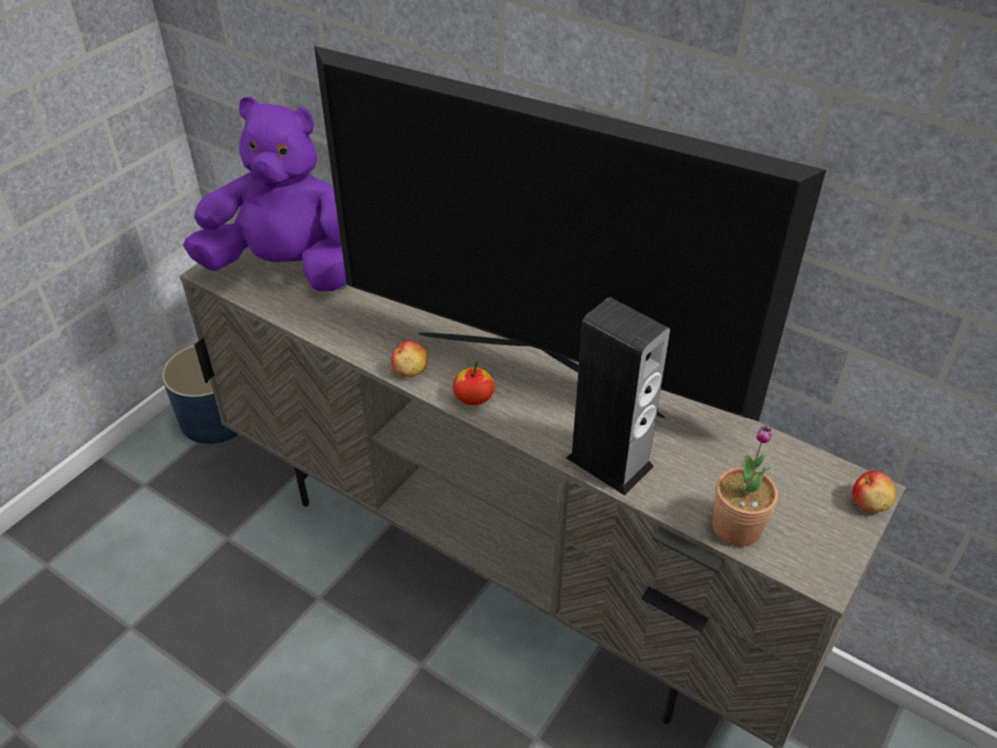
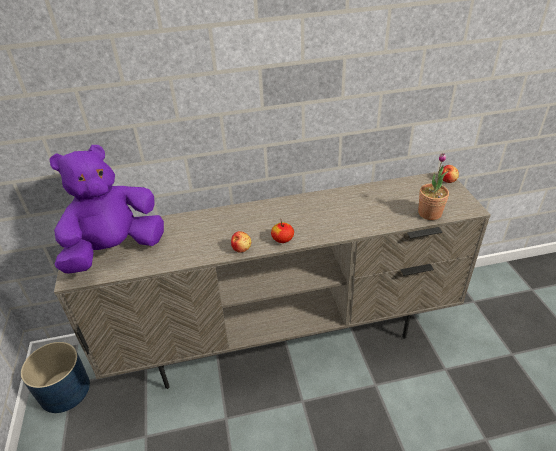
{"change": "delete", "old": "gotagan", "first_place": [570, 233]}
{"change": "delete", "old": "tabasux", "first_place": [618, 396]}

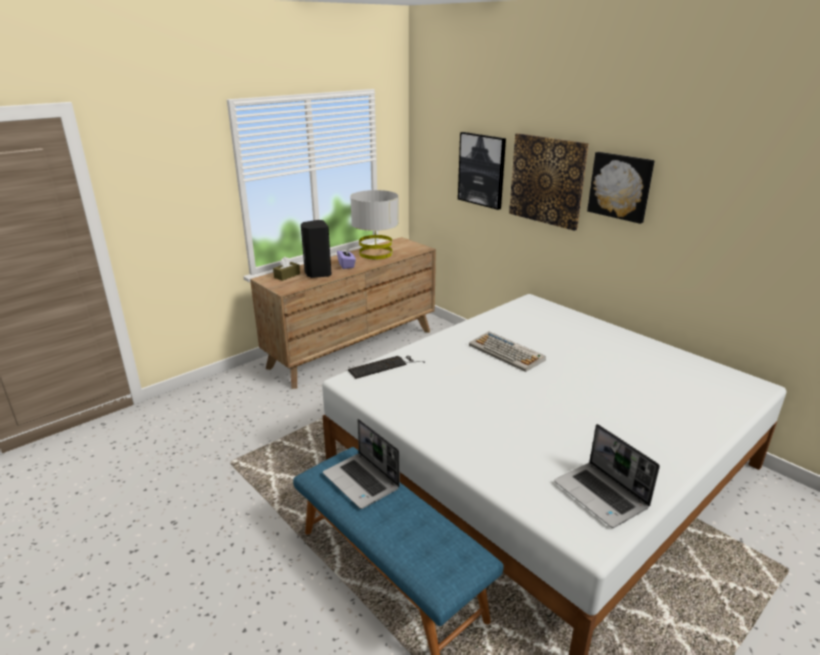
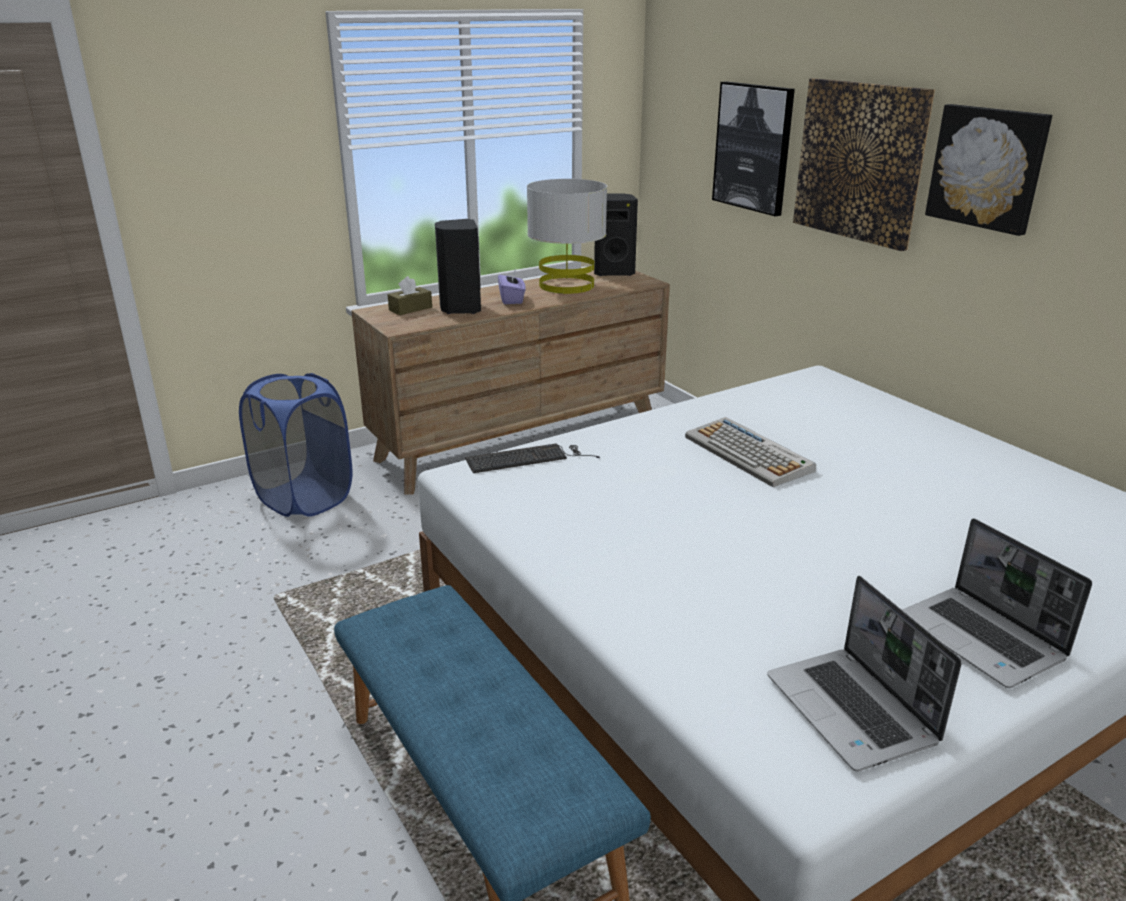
{"change": "insert", "new": "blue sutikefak", "second_place": [296, 445]}
{"change": "insert", "new": "black tabasux", "second_place": [616, 234]}
{"change": "move", "old": "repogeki", "first_place": [361, 464], "second_place": [997, 603]}

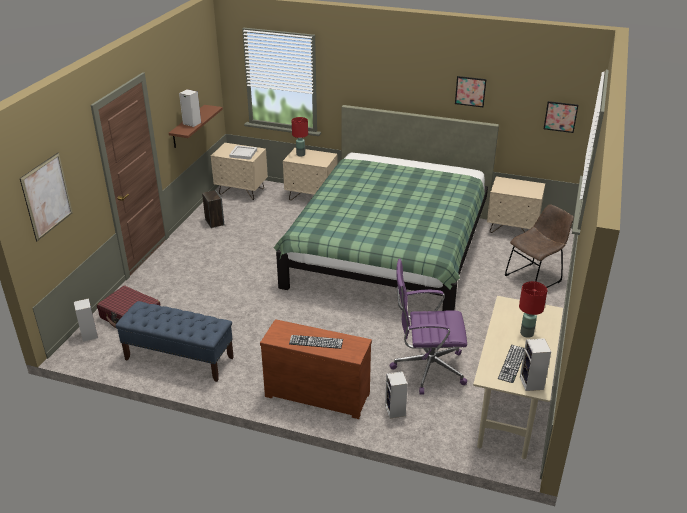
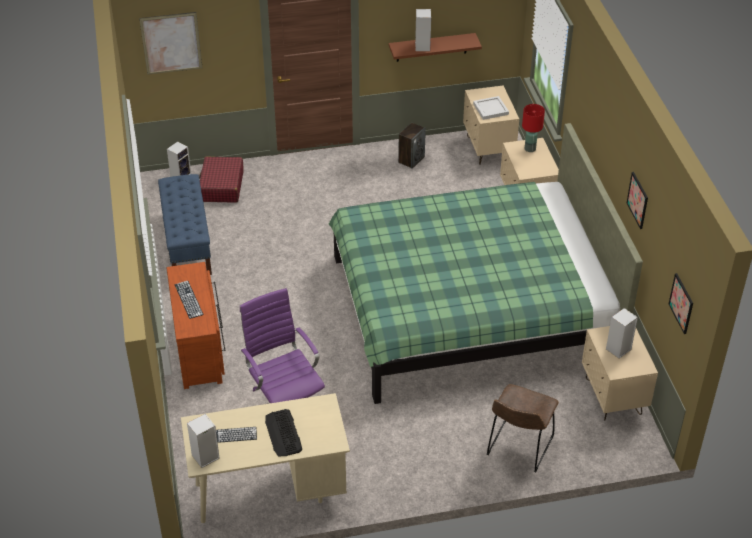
{"change": "replace", "old": "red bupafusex", "new": "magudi", "first_place": [533, 309], "second_place": [283, 432]}
{"change": "rotate", "old": "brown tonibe", "first_place": [539, 246], "second_place": [523, 428], "degrees": 90}
{"change": "move", "old": "tabasux", "first_place": [396, 394], "second_place": [622, 333]}

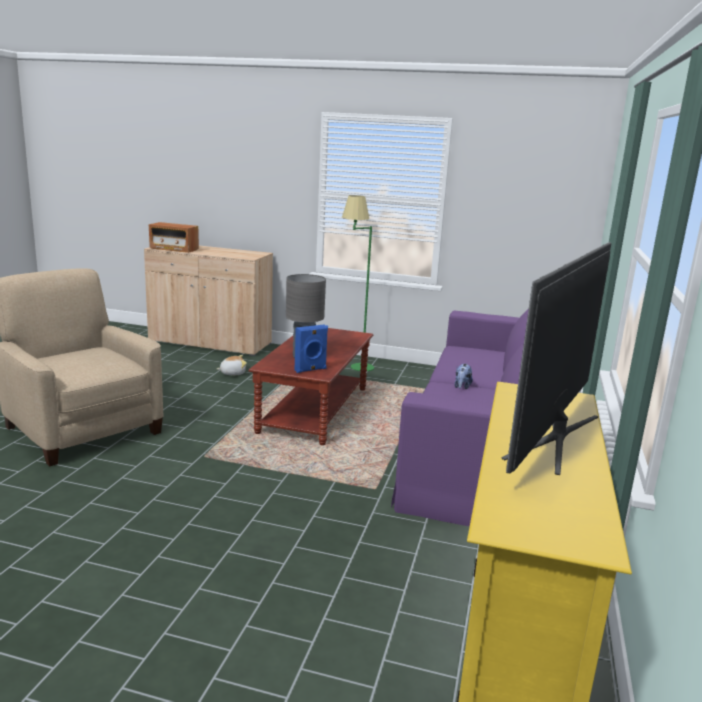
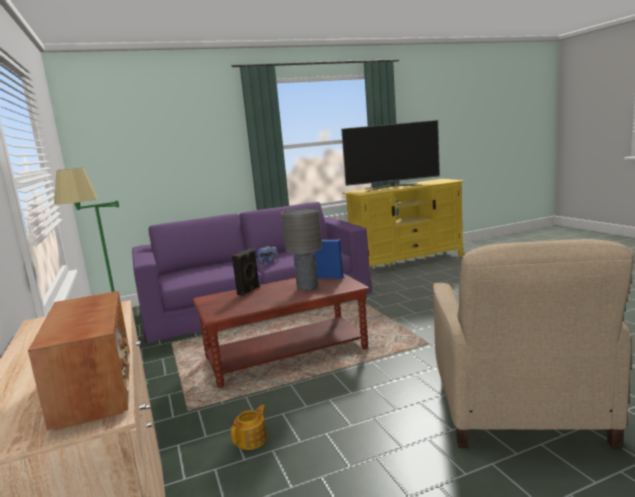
{"change": "replace", "old": "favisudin", "new": "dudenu", "first_place": [232, 365], "second_place": [249, 427]}
{"change": "insert", "new": "black tabasux", "second_place": [246, 272]}

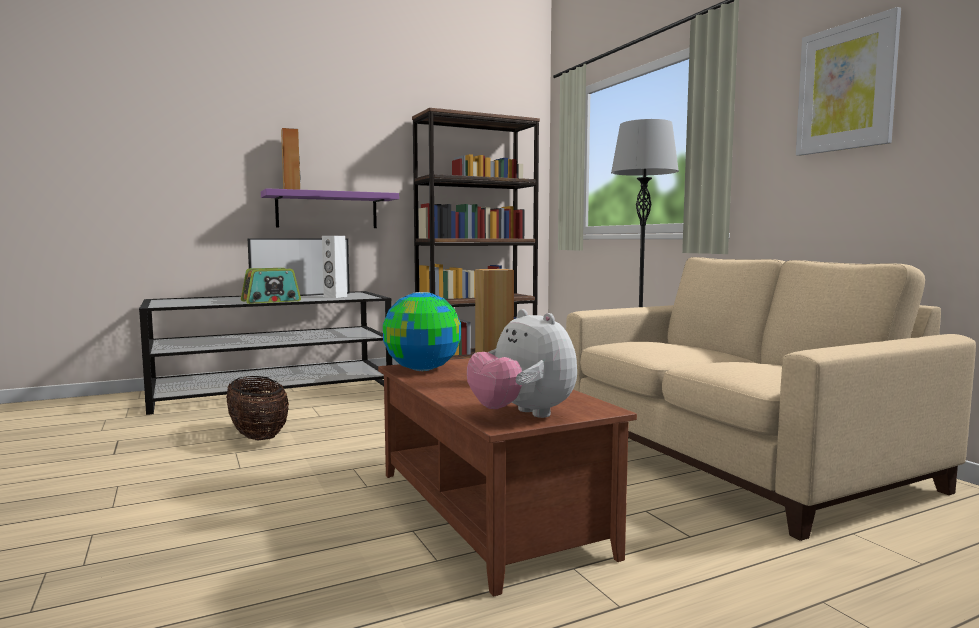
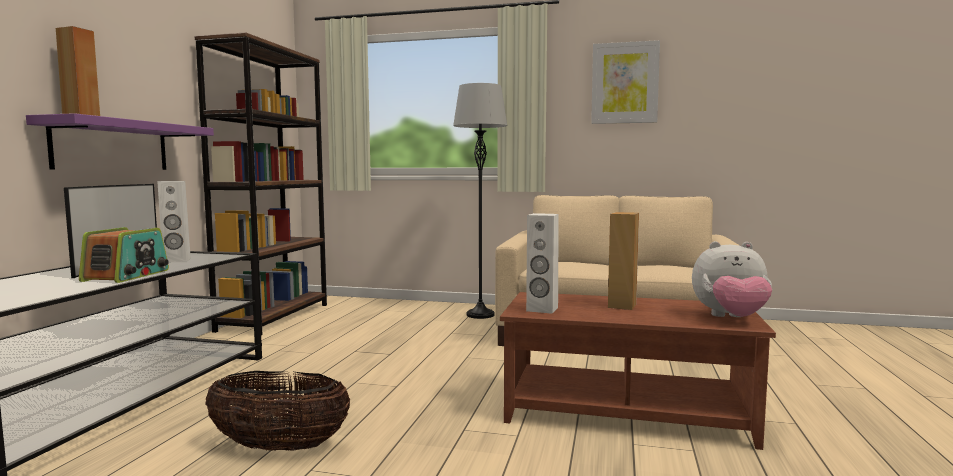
{"change": "replace", "old": "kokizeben", "new": "white tabasux", "first_place": [422, 331], "second_place": [542, 263]}

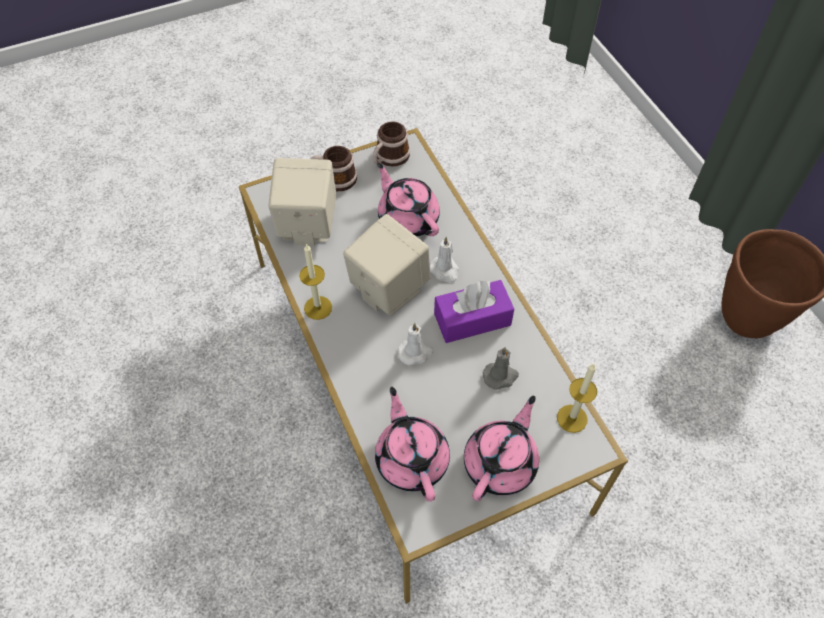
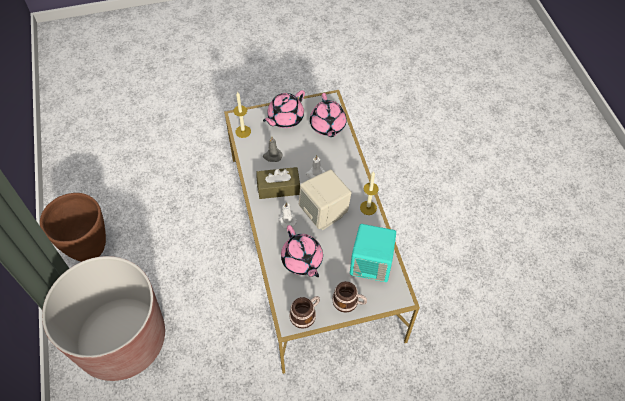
{"change": "insert", "new": "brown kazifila", "second_place": [103, 318]}
{"change": "recolor", "old": "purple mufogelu", "new": "brown mufogelu", "first_place": [474, 311], "second_place": [278, 183]}
{"change": "recolor", "old": "beige tabasux", "new": "turquoise tabasux", "first_place": [302, 202], "second_place": [373, 253]}

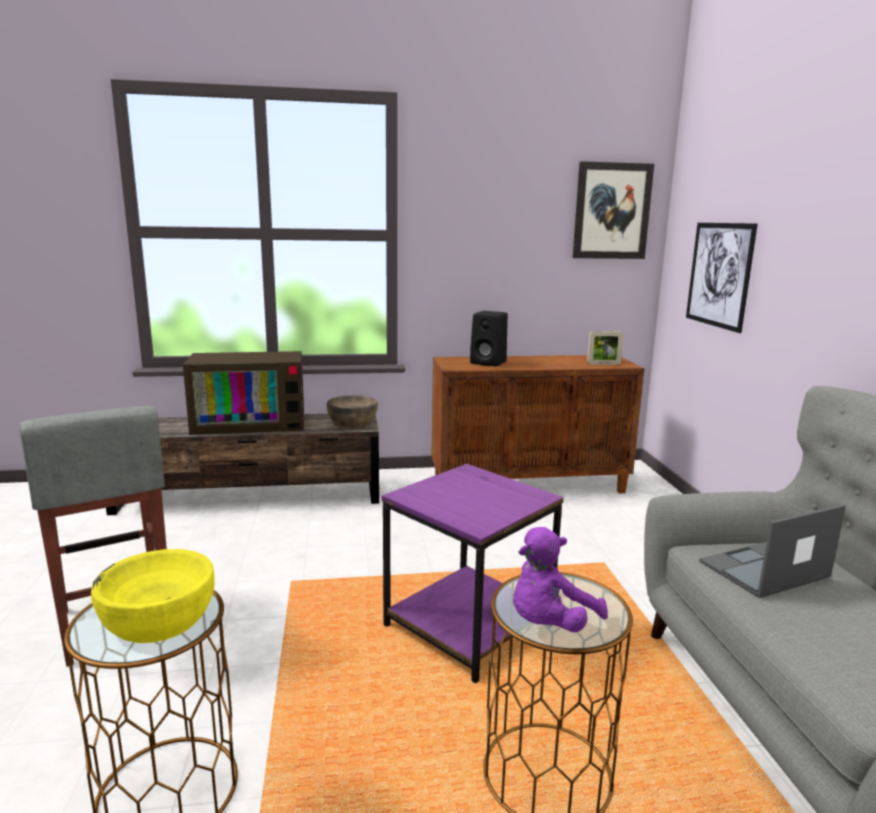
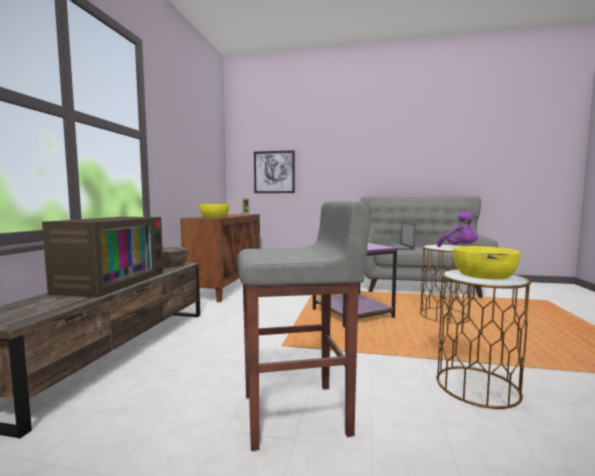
{"change": "replace", "old": "black tabasux", "new": "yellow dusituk", "first_place": [489, 338], "second_place": [214, 210]}
{"change": "delete", "old": "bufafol", "first_place": [613, 210]}

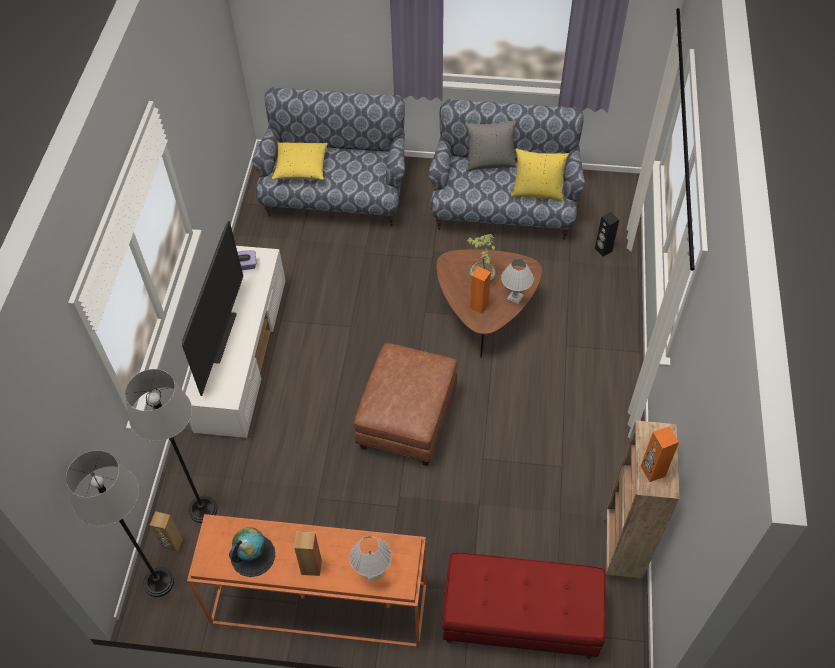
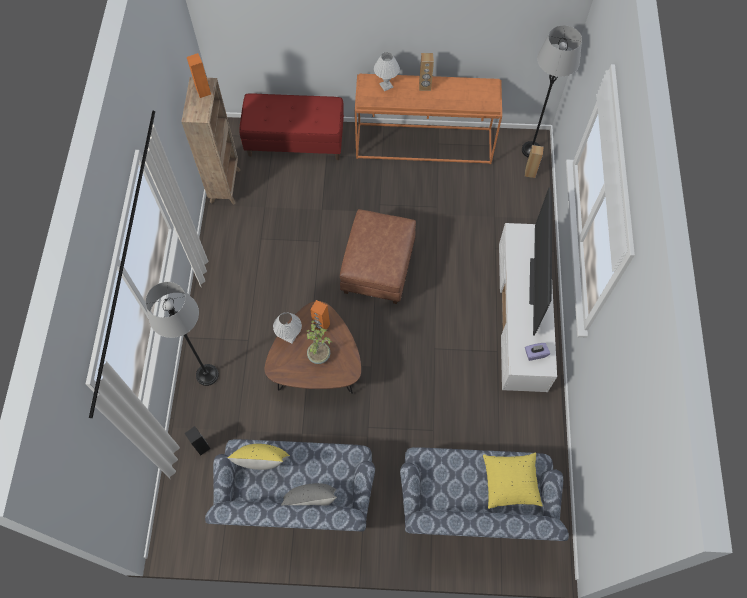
{"change": "move", "old": "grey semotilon", "first_place": [171, 446], "second_place": [182, 334]}
{"change": "delete", "old": "kokizeben", "first_place": [252, 552]}

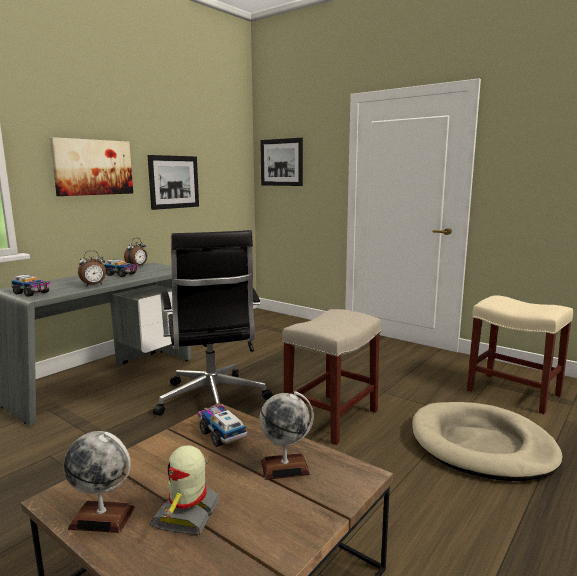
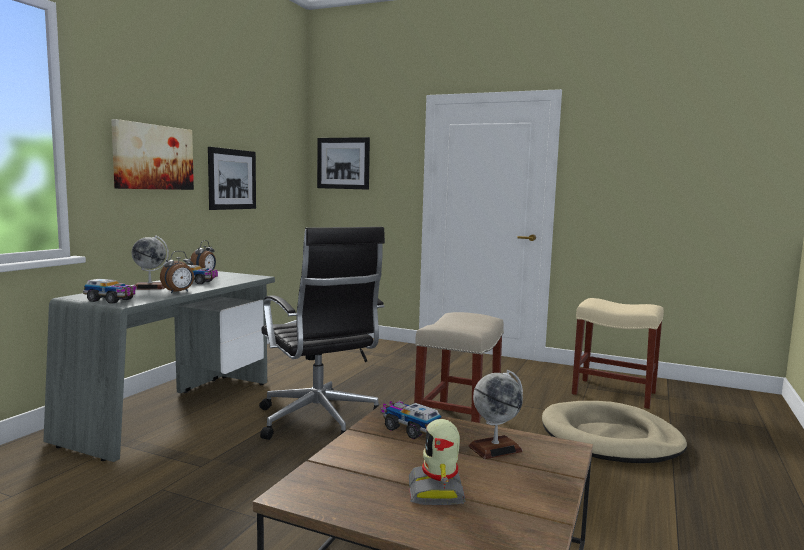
{"change": "move", "old": "kokizeben", "first_place": [99, 482], "second_place": [150, 262]}

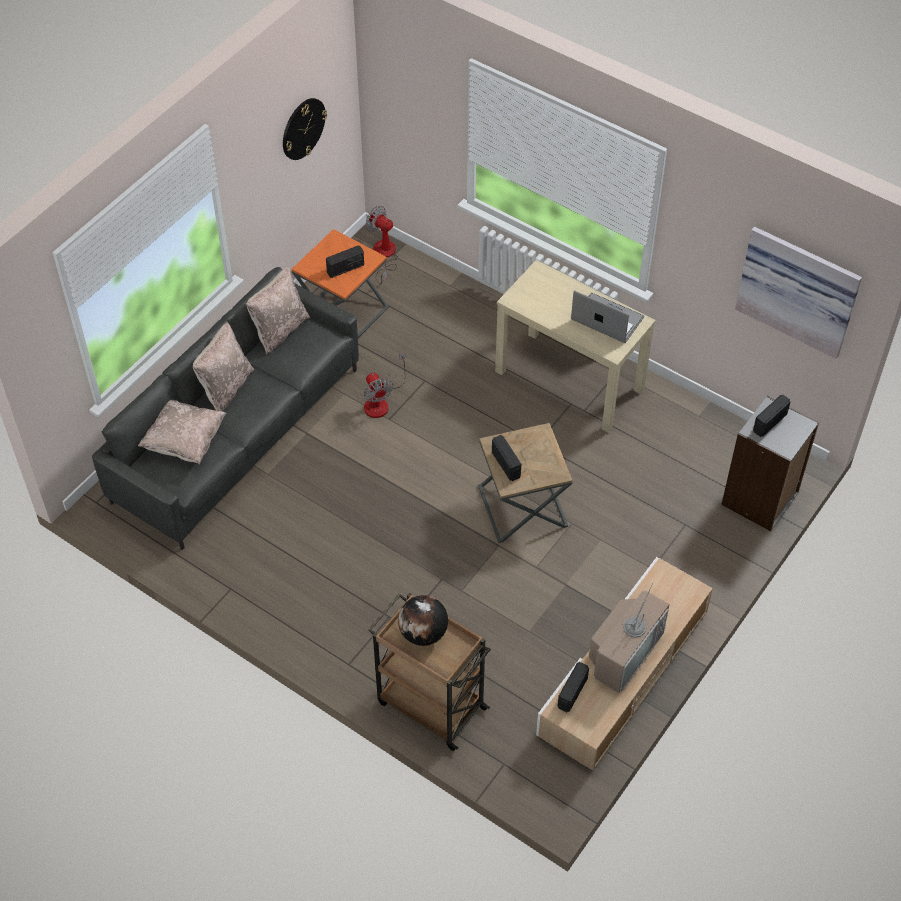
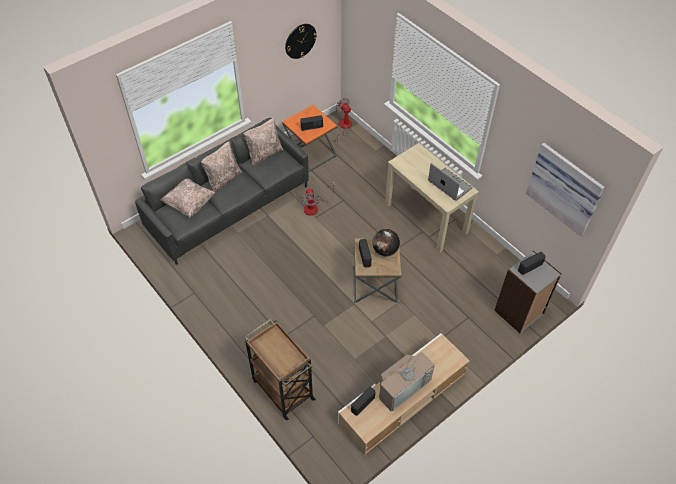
{"change": "move", "old": "kokizeben", "first_place": [423, 620], "second_place": [386, 242]}

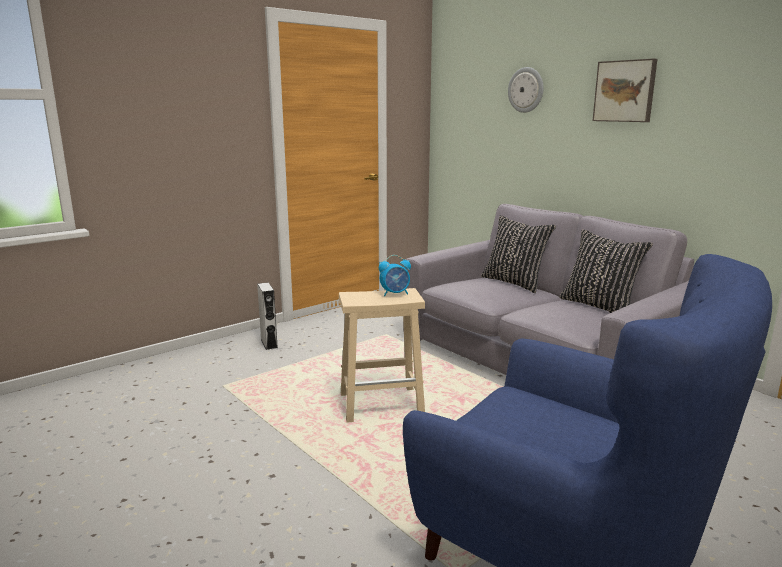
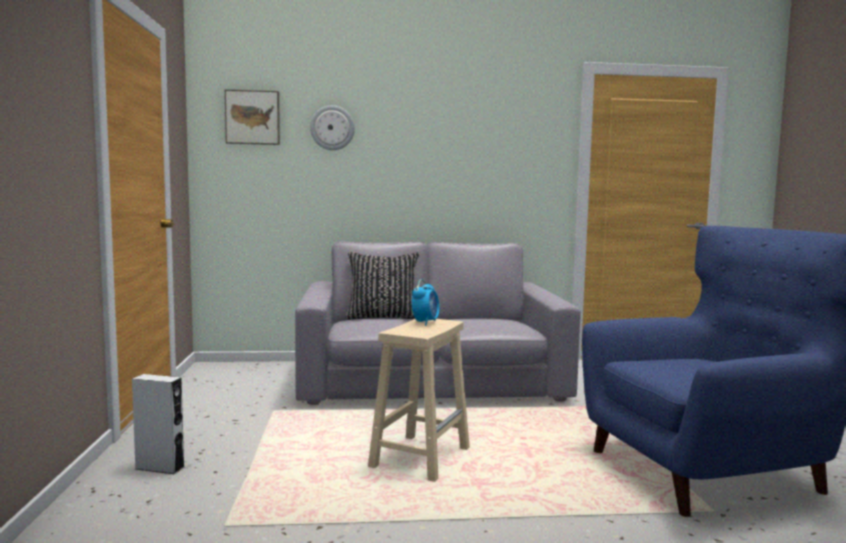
{"change": "move", "old": "bufafol", "first_place": [625, 90], "second_place": [252, 117]}
{"change": "delete", "old": "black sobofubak", "first_place": [606, 271]}

